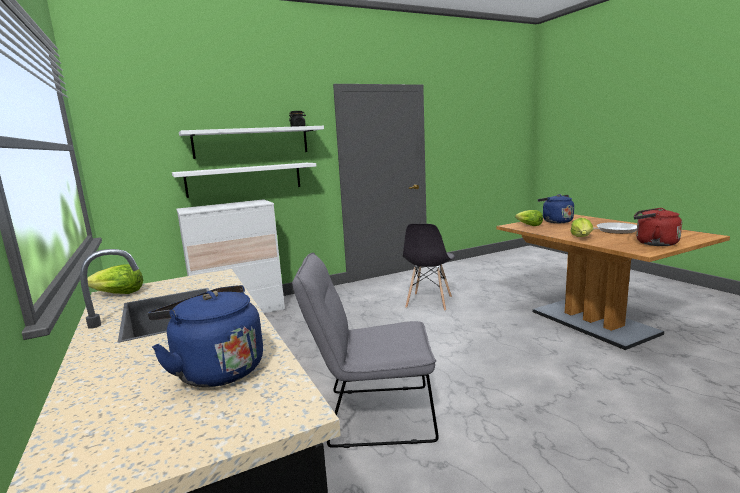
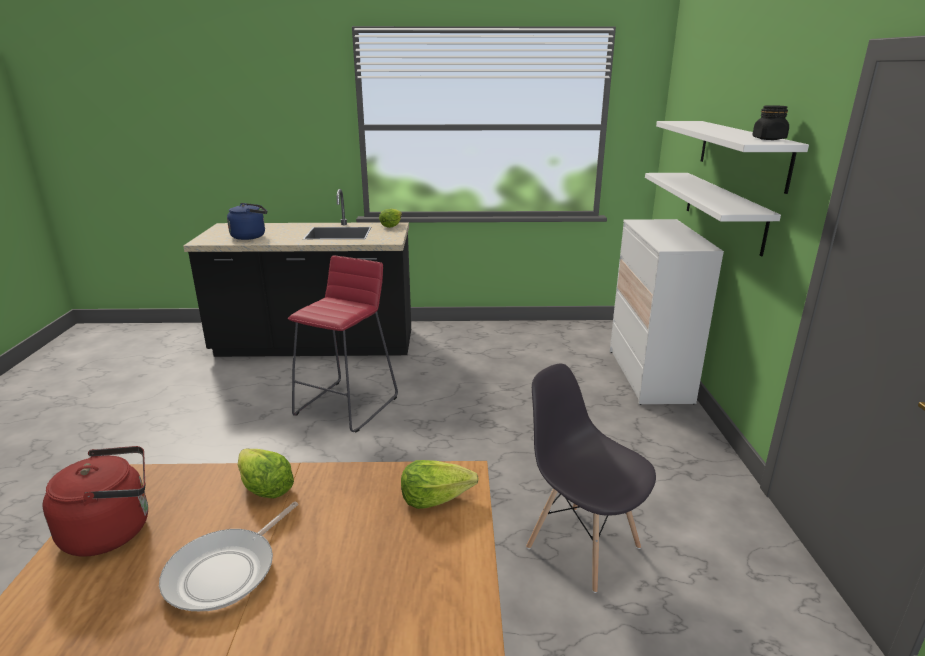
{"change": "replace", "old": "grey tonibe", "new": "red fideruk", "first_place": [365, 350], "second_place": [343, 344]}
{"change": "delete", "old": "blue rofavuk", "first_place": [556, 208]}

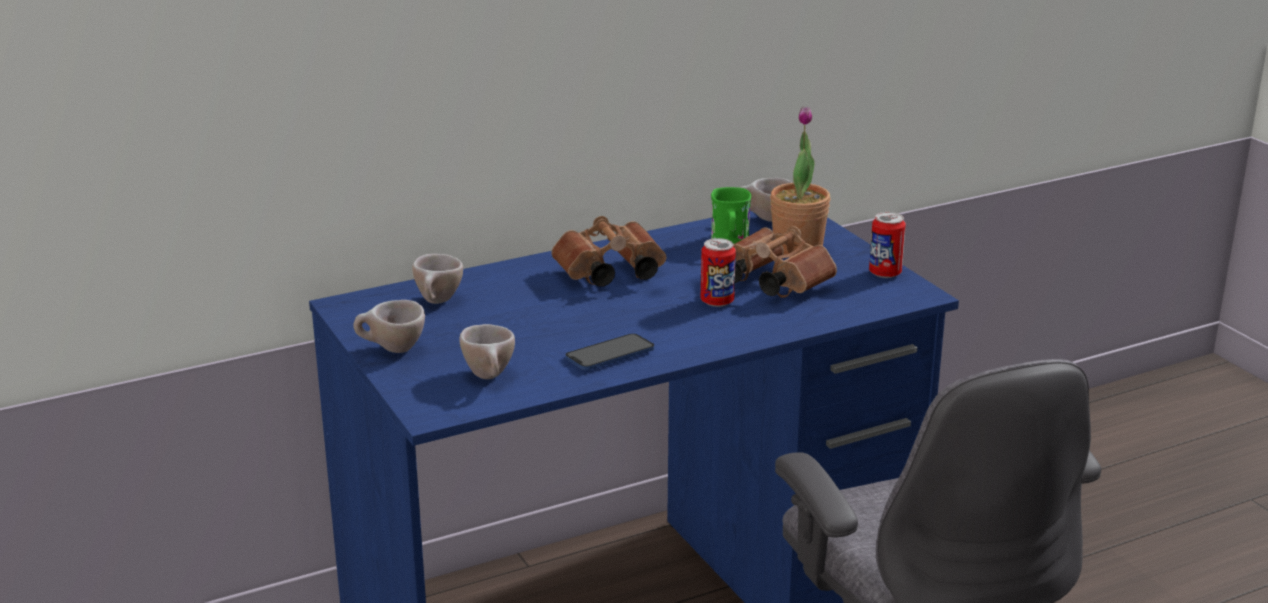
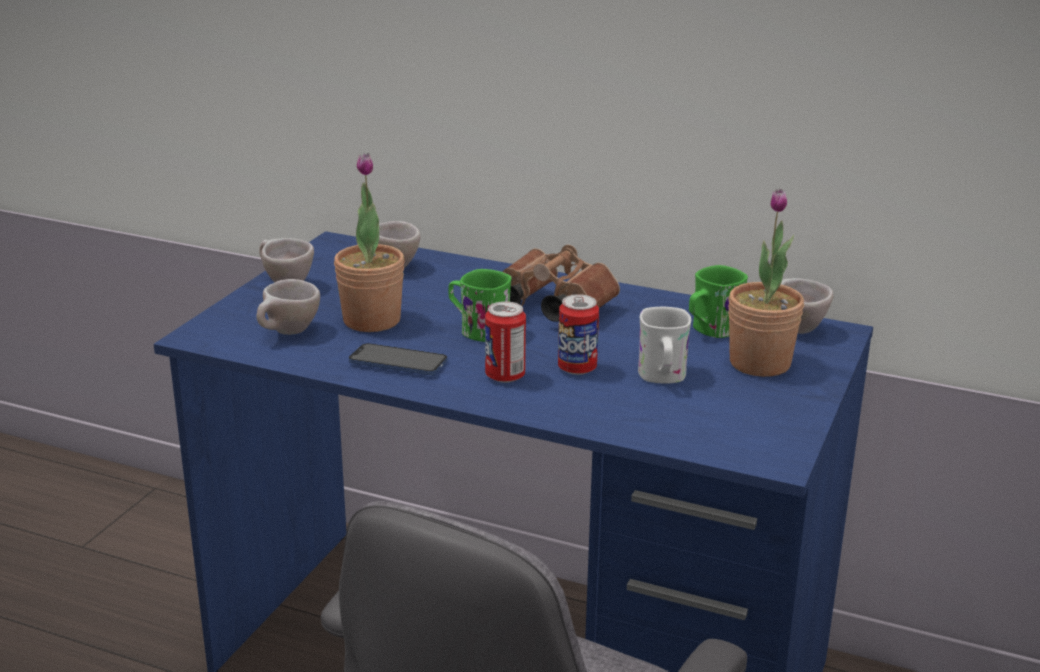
{"change": "insert", "new": "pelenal", "second_place": [369, 242]}
{"change": "insert", "new": "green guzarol", "second_place": [480, 305]}
{"change": "move", "old": "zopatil", "first_place": [887, 245], "second_place": [505, 342]}
{"change": "replace", "old": "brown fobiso", "new": "white guzarol", "first_place": [785, 262], "second_place": [664, 345]}

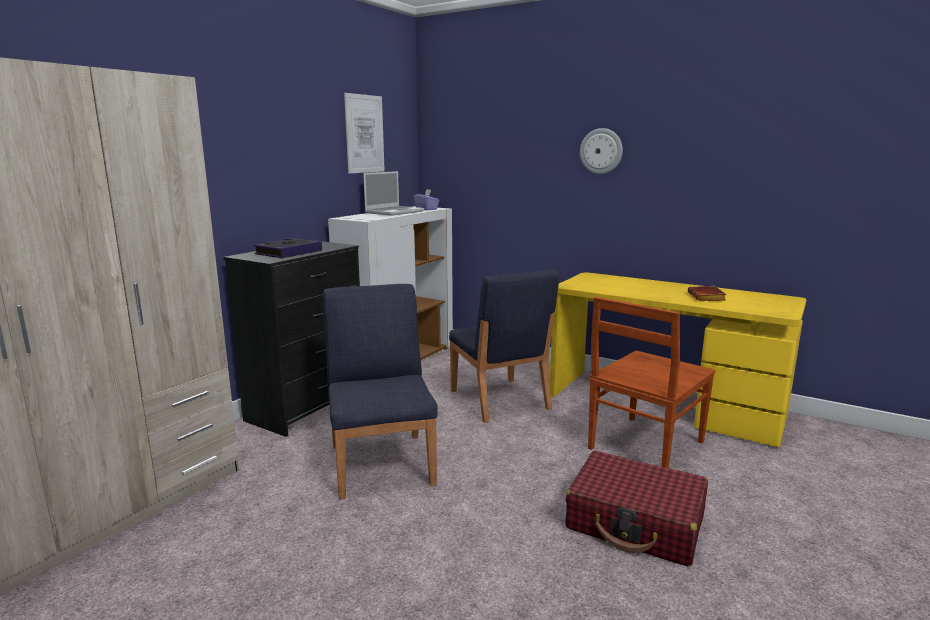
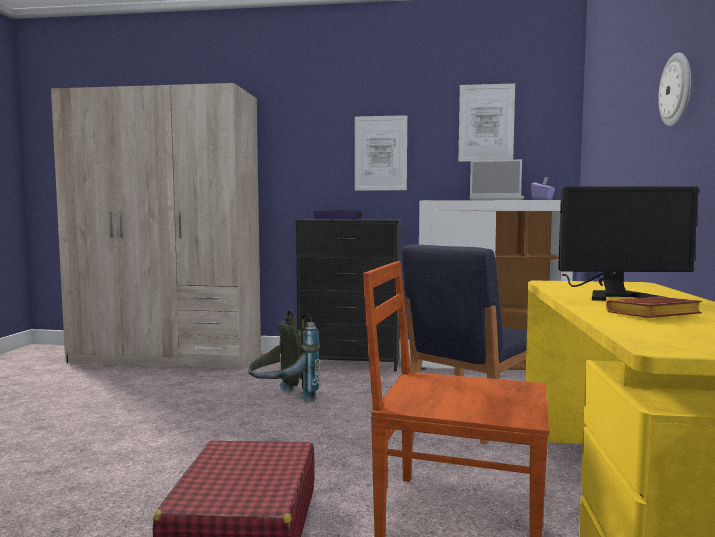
{"change": "replace", "old": "blue tonibe", "new": "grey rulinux", "first_place": [380, 391], "second_place": [284, 356]}
{"change": "insert", "new": "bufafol", "second_place": [381, 153]}
{"change": "insert", "new": "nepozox", "second_place": [628, 243]}

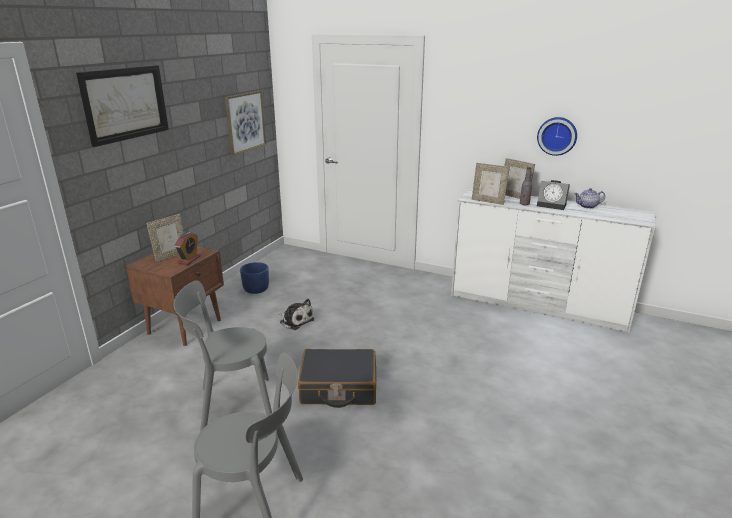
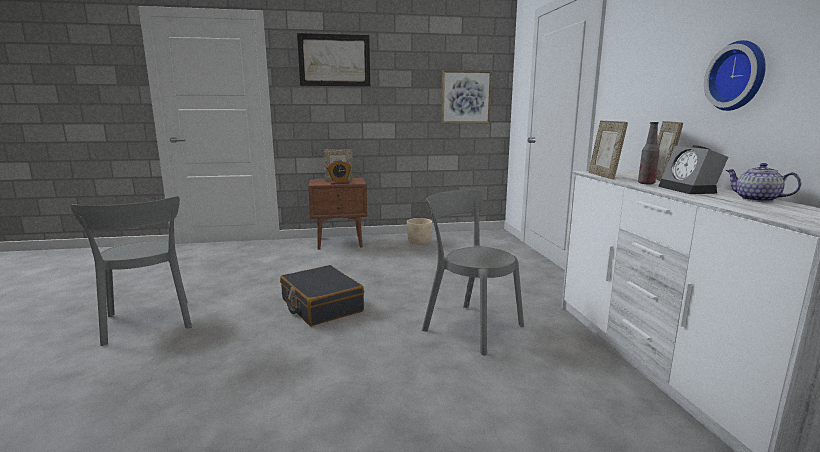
{"change": "recolor", "old": "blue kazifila", "new": "beige kazifila", "first_place": [254, 278], "second_place": [419, 231]}
{"change": "move", "old": "grey tonibe", "first_place": [223, 356], "second_place": [473, 272]}
{"change": "delete", "old": "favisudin", "first_place": [296, 314]}

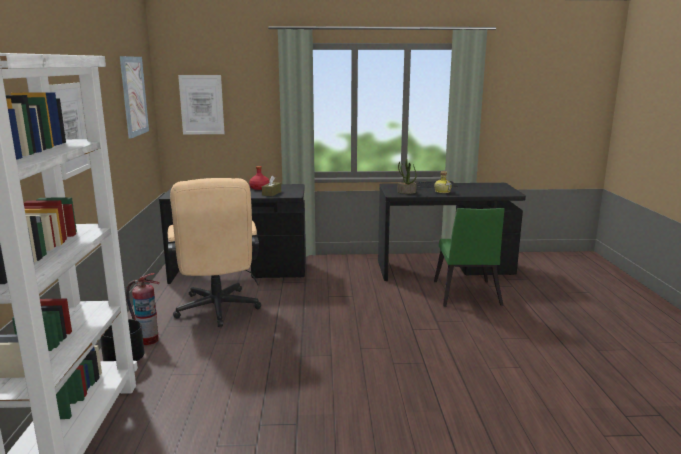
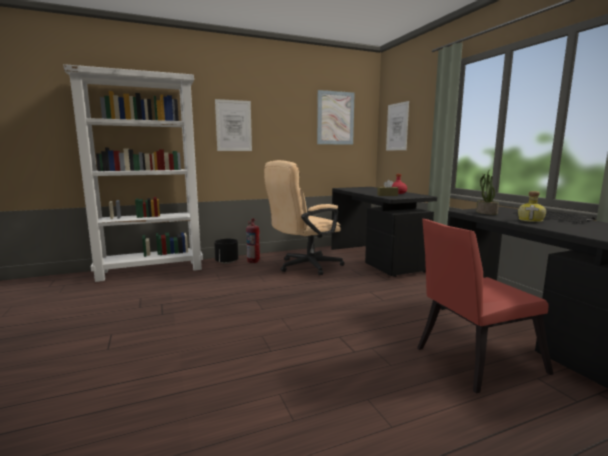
{"change": "recolor", "old": "green tonibe", "new": "red tonibe", "first_place": [469, 257], "second_place": [485, 306]}

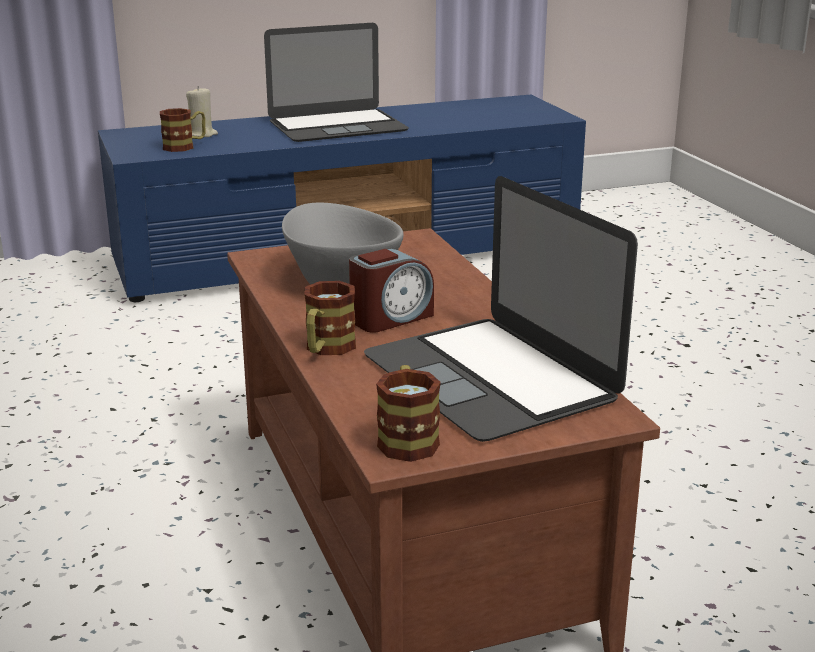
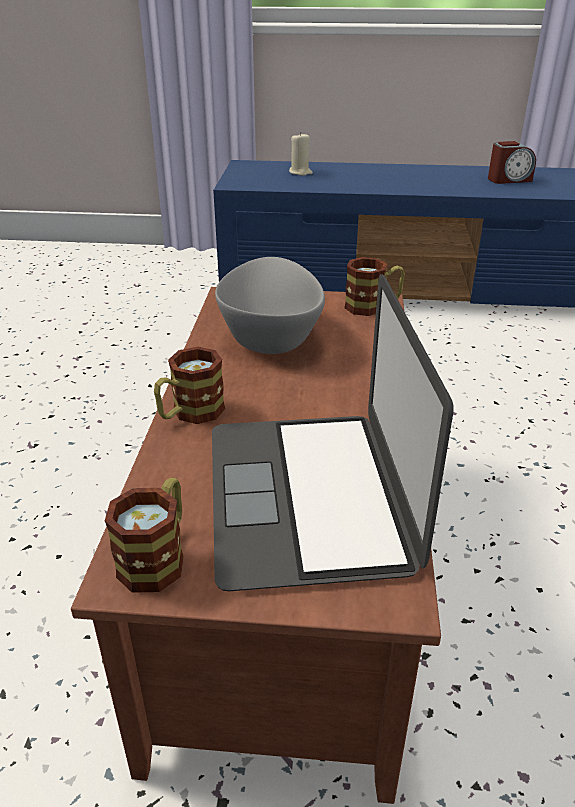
{"change": "move", "old": "guzarol", "first_place": [182, 130], "second_place": [375, 286]}
{"change": "move", "old": "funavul", "first_place": [391, 290], "second_place": [512, 162]}
{"change": "delete", "old": "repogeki", "first_place": [336, 82]}

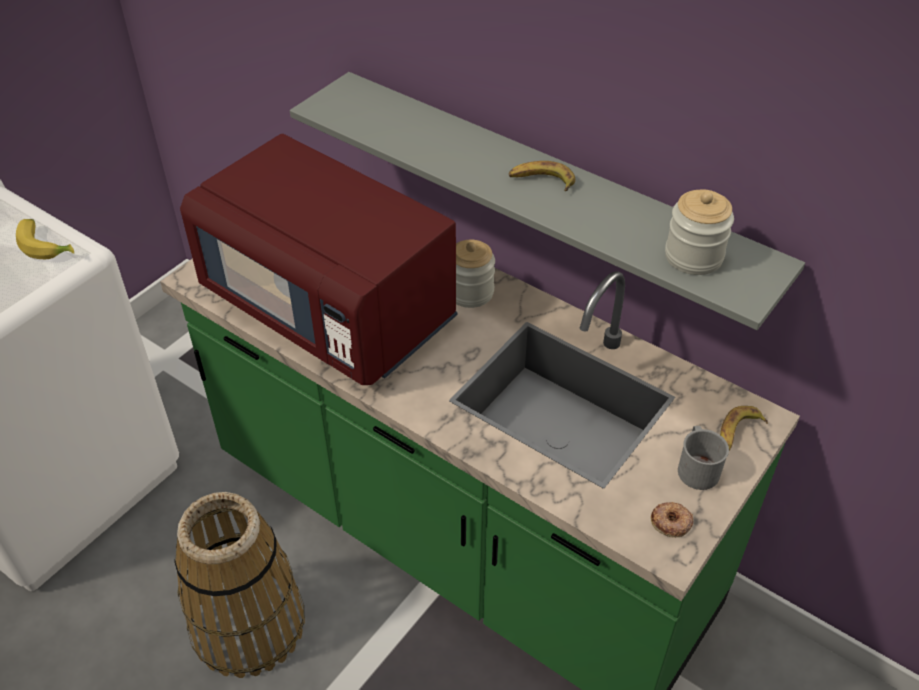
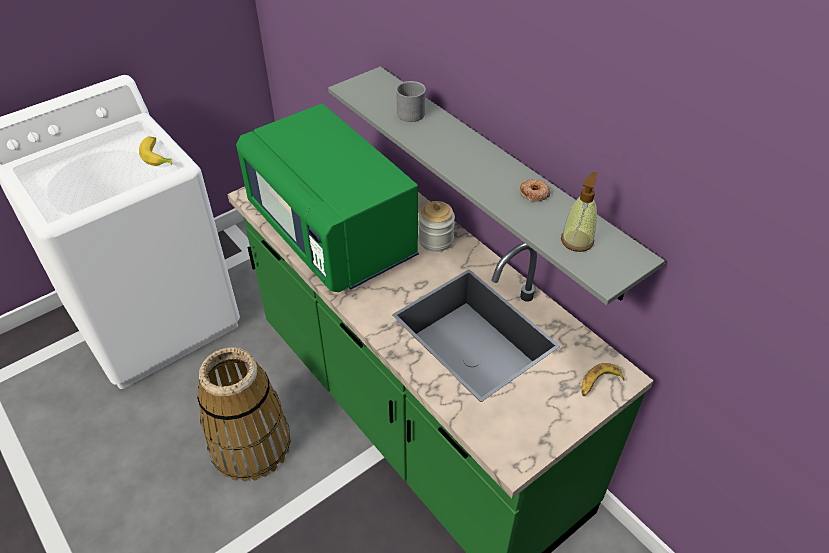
{"change": "recolor", "old": "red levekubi", "new": "green levekubi", "first_place": [318, 259], "second_place": [327, 198]}
{"change": "move", "old": "grey guzarol", "first_place": [703, 458], "second_place": [411, 101]}
{"change": "move", "old": "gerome", "first_place": [672, 520], "second_place": [535, 190]}
{"change": "replace", "old": "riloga", "new": "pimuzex", "first_place": [699, 232], "second_place": [579, 212]}
{"change": "delete", "old": "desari", "first_place": [542, 176]}

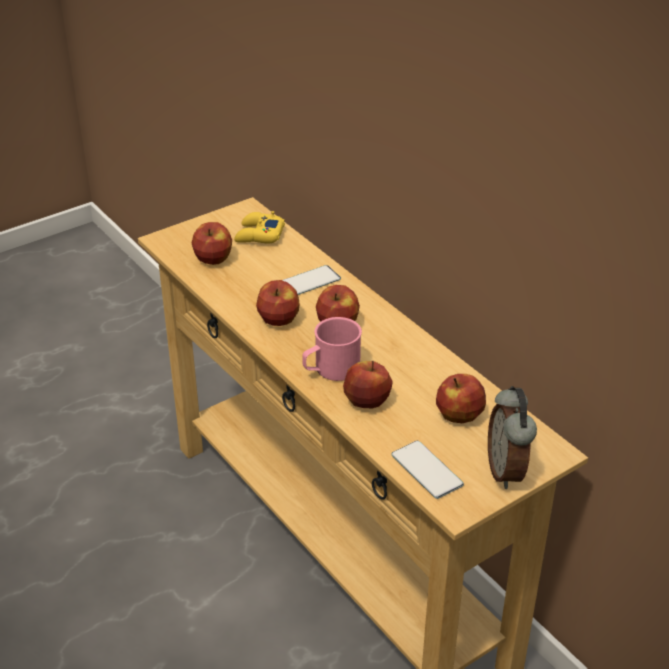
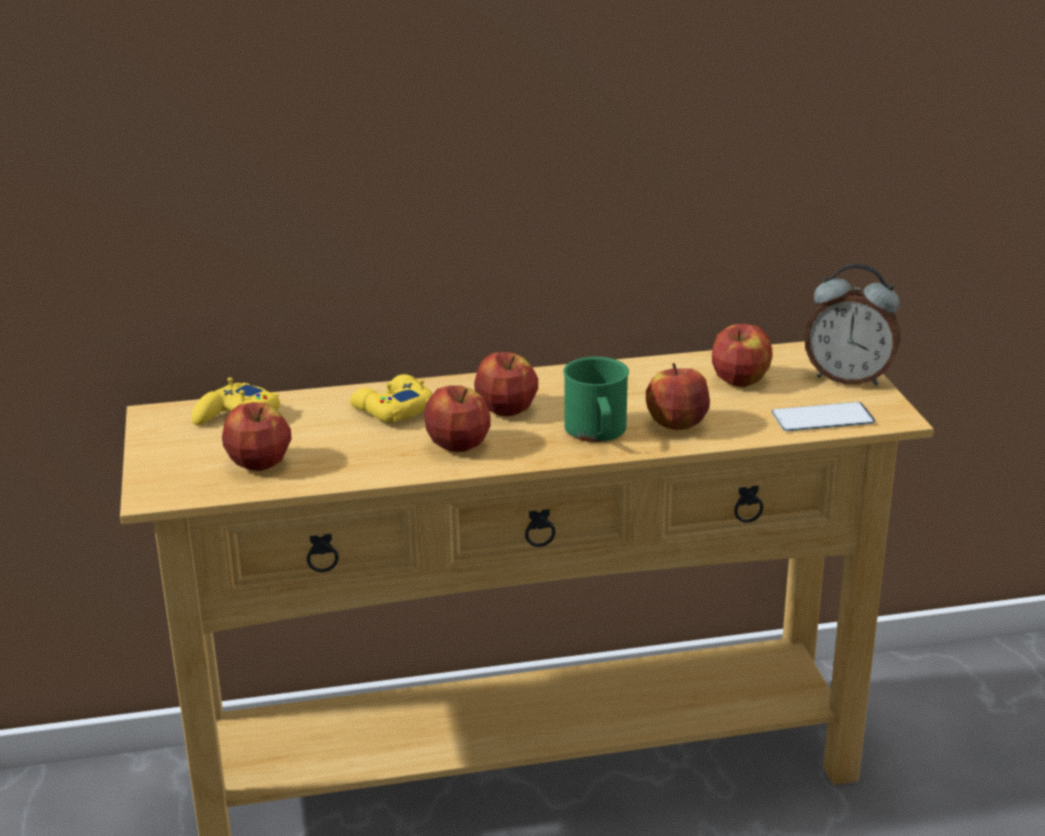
{"change": "replace", "old": "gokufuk", "new": "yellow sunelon", "first_place": [312, 280], "second_place": [391, 398]}
{"change": "recolor", "old": "pink guzarol", "new": "green guzarol", "first_place": [332, 349], "second_place": [596, 399]}

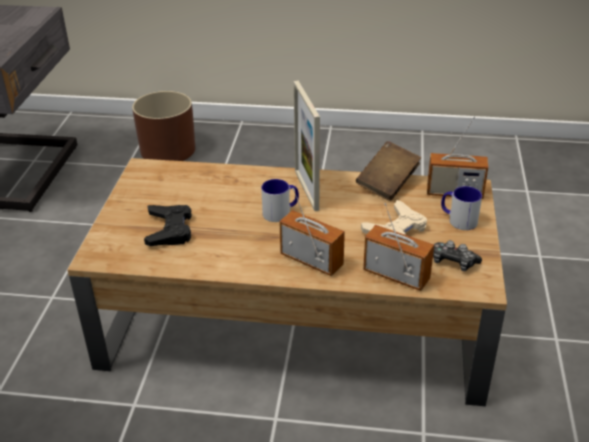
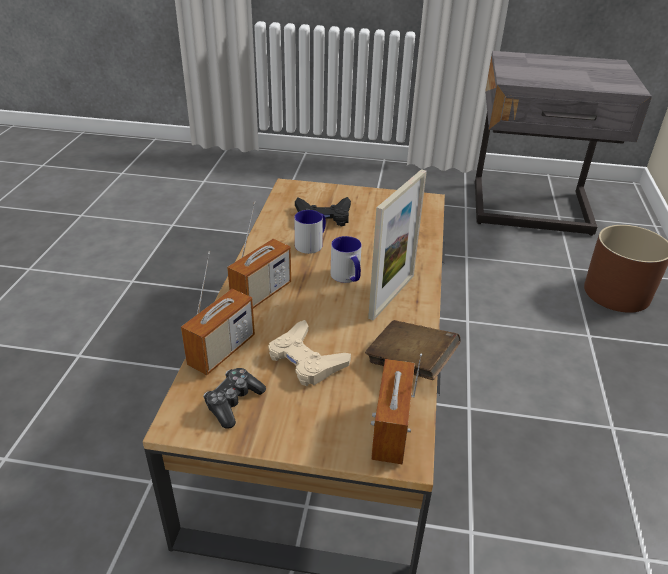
{"change": "move", "old": "guzarol", "first_place": [461, 208], "second_place": [310, 232]}
{"change": "rotate", "old": "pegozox", "first_place": [307, 146], "second_place": [397, 244], "degrees": 135}

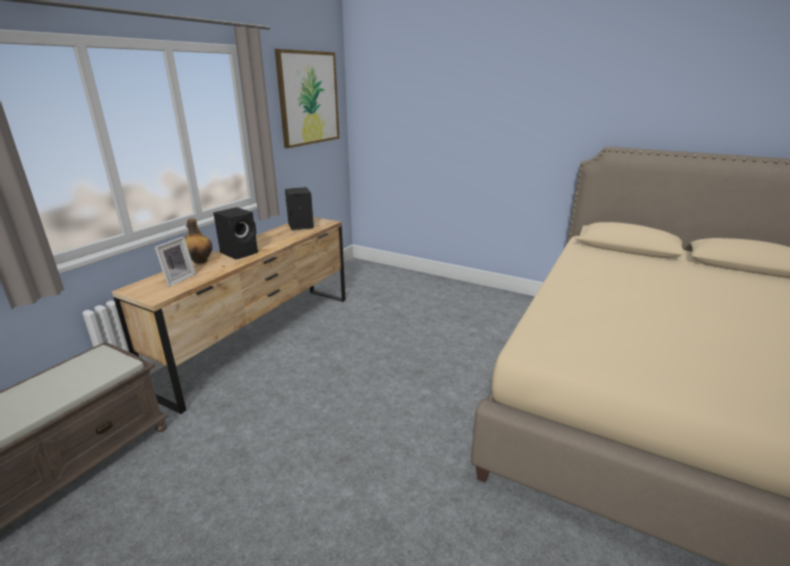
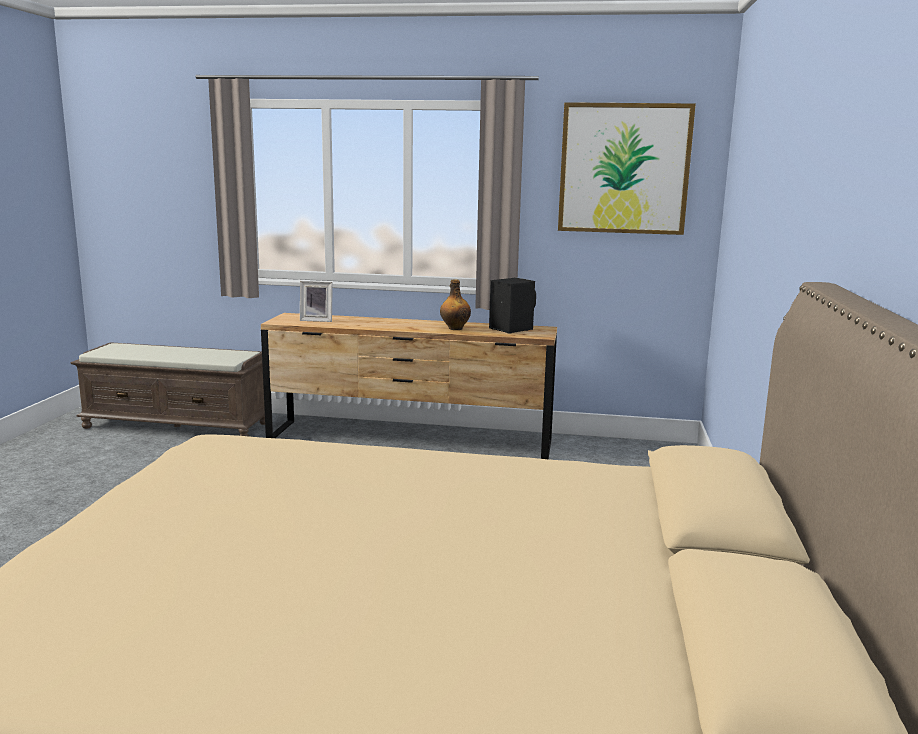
{"change": "move", "old": "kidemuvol", "first_place": [199, 241], "second_place": [455, 304]}
{"change": "delete", "old": "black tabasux", "first_place": [235, 233]}

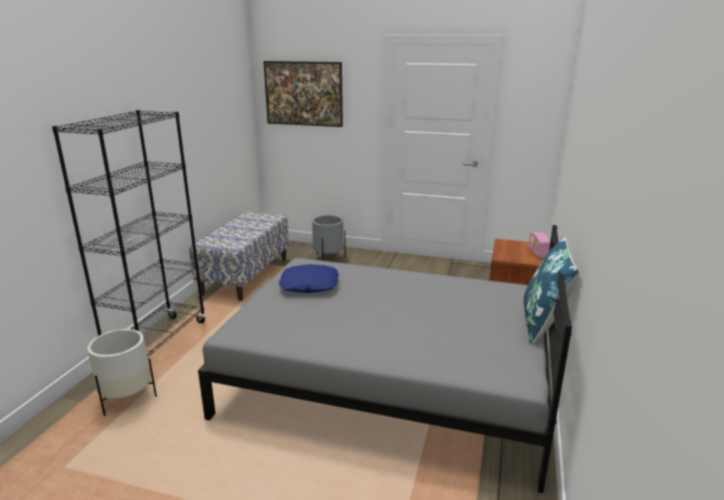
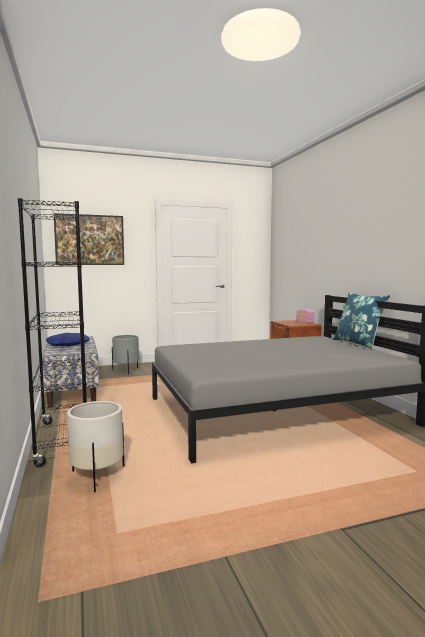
{"change": "move", "old": "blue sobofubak", "first_place": [309, 278], "second_place": [68, 339]}

